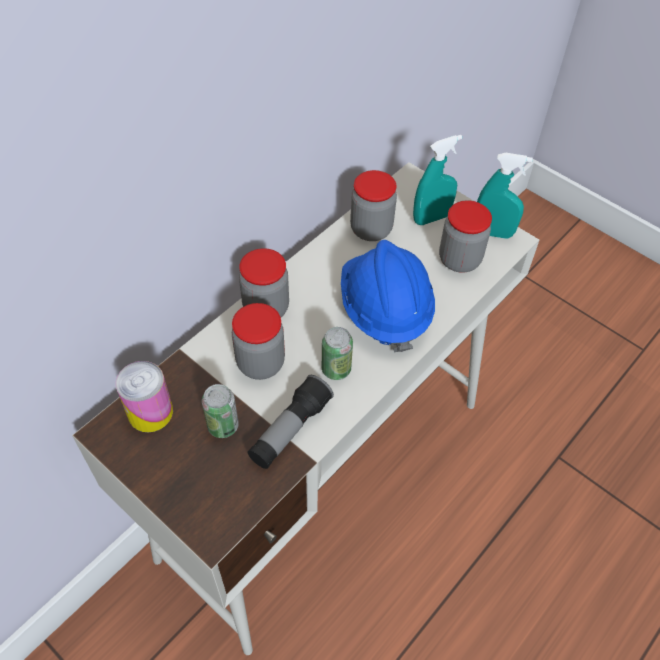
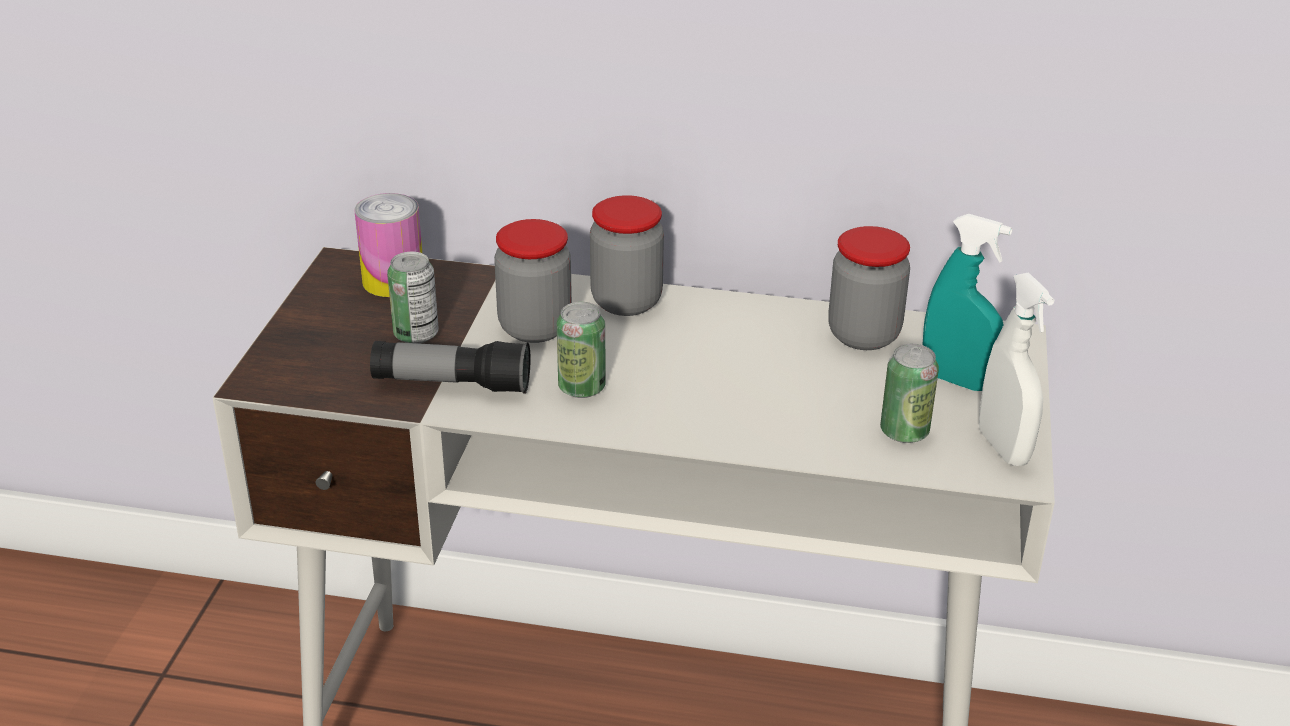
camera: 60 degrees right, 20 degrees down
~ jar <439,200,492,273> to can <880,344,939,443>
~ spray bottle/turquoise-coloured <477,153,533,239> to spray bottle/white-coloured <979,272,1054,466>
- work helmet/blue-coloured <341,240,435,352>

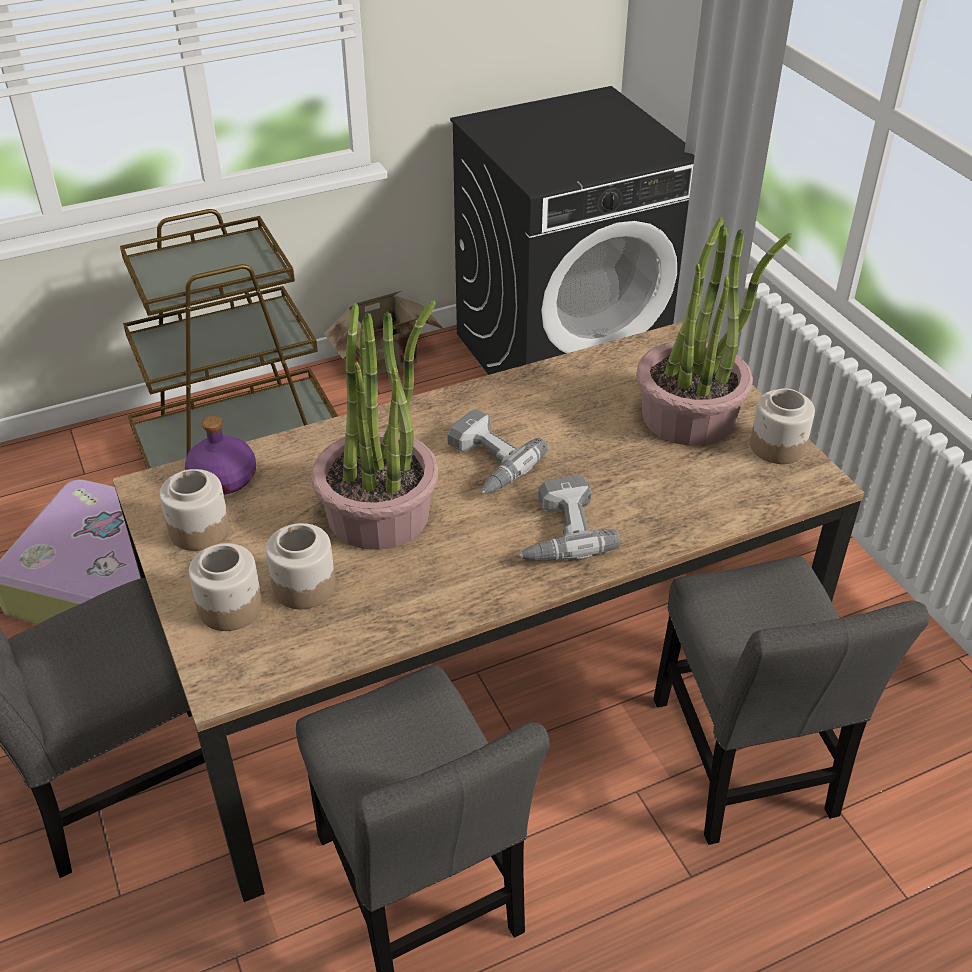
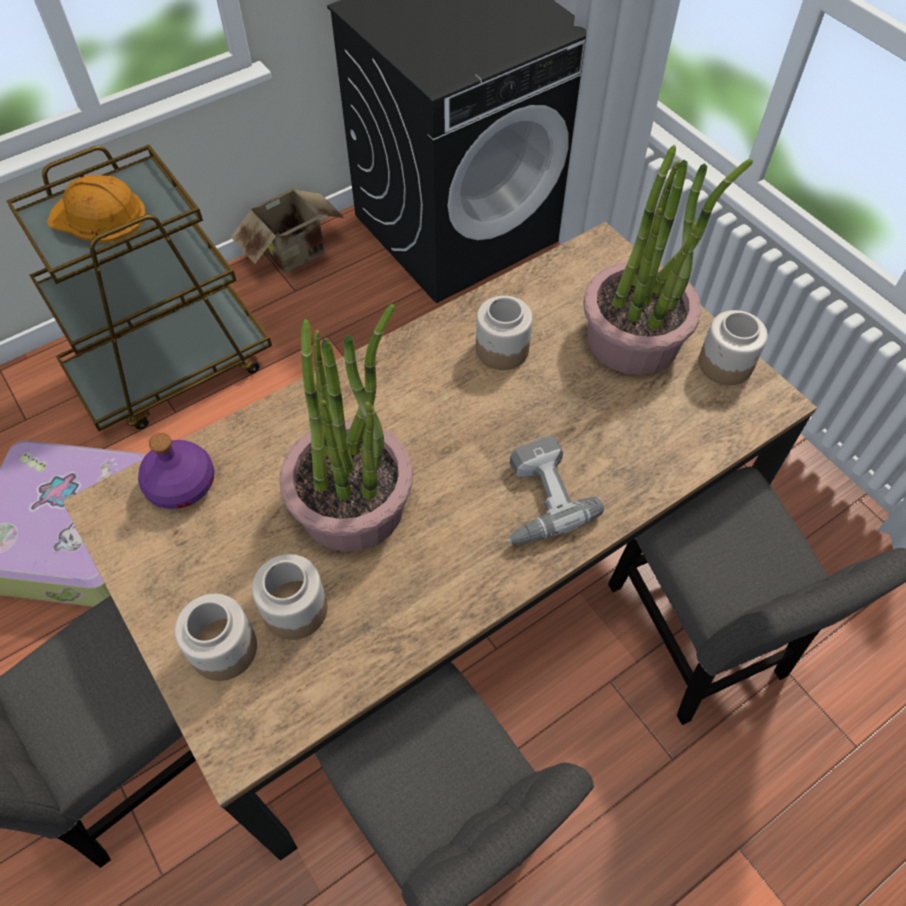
camera: 10 degrees left, 15 degrees up
+ work helmet/orange <47,175,146,243>
~ jar <160,469,229,551> to <476,296,533,370>
- power drill <447,409,547,494>

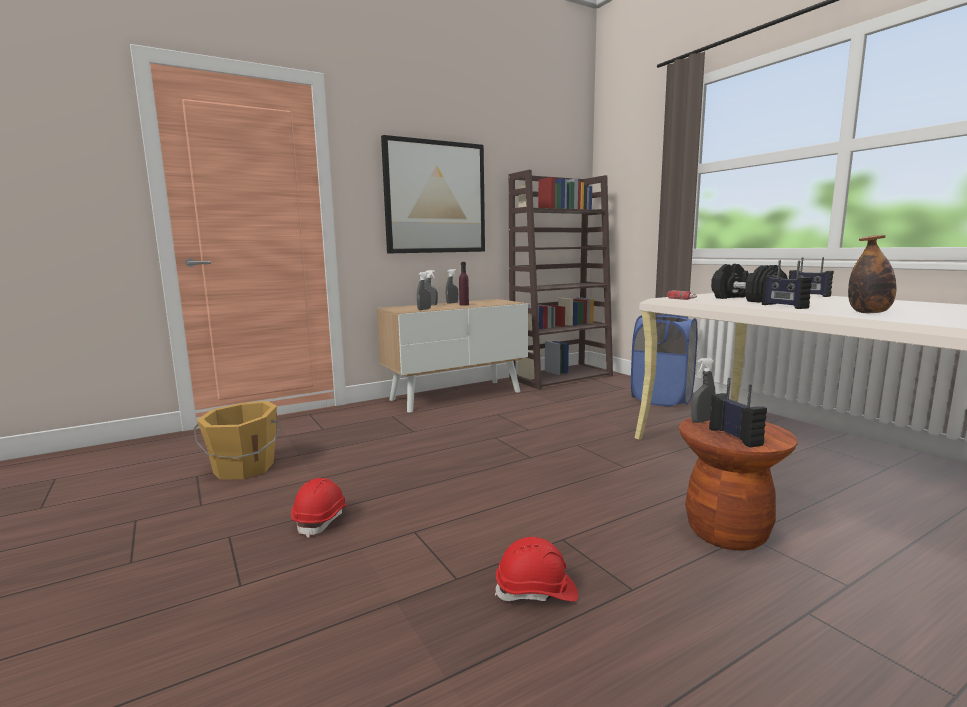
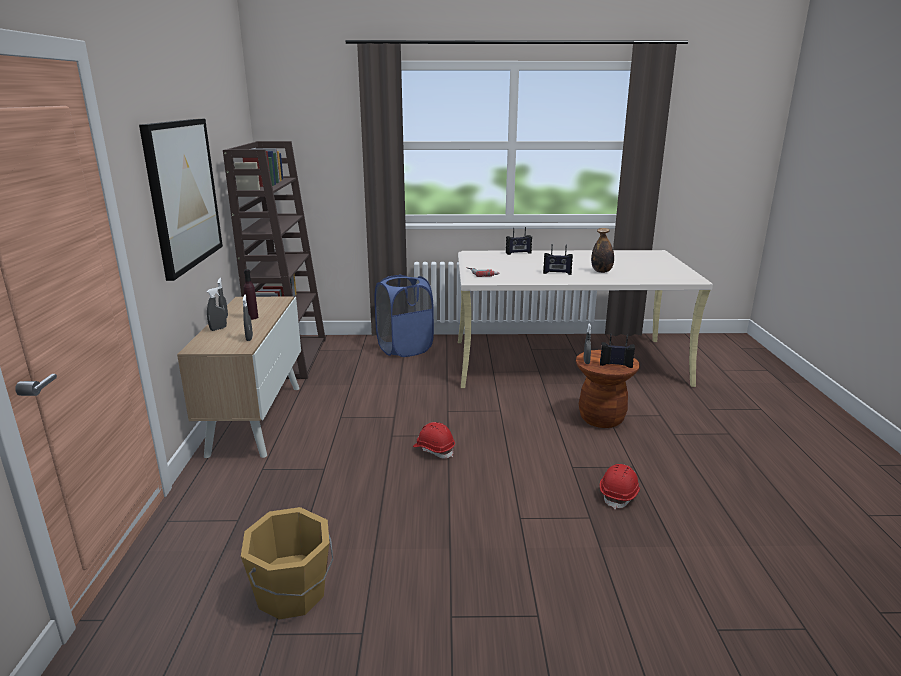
camera: 60 degrees left, 10 degrees up
~ work helmet/reddish <291,478,349,538> to <413,422,455,459>
- hand weight/black <711,264,788,302>

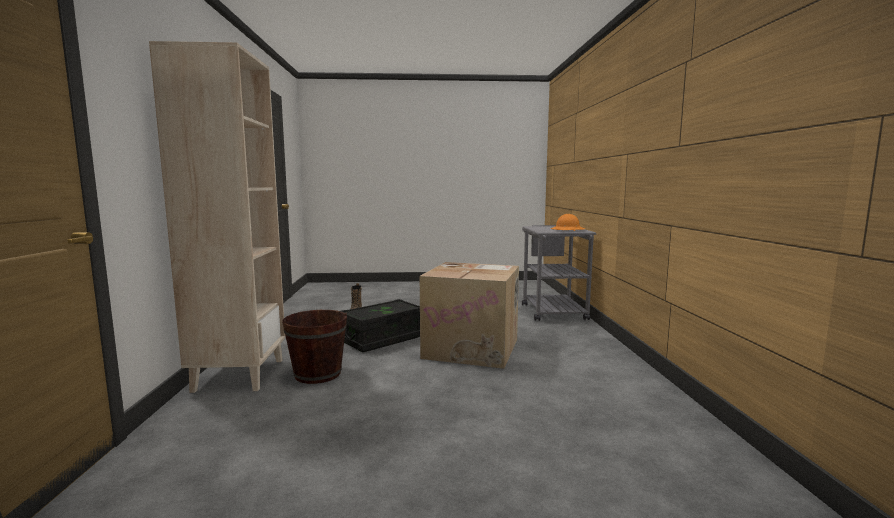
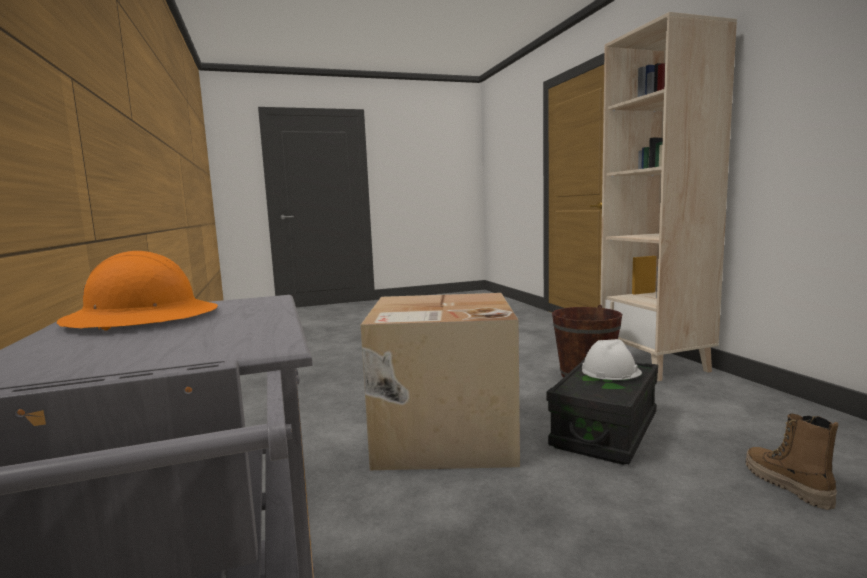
camera: 165 degrees right, 0 degrees up
+ work helmet/white-coloured <582,339,642,380>

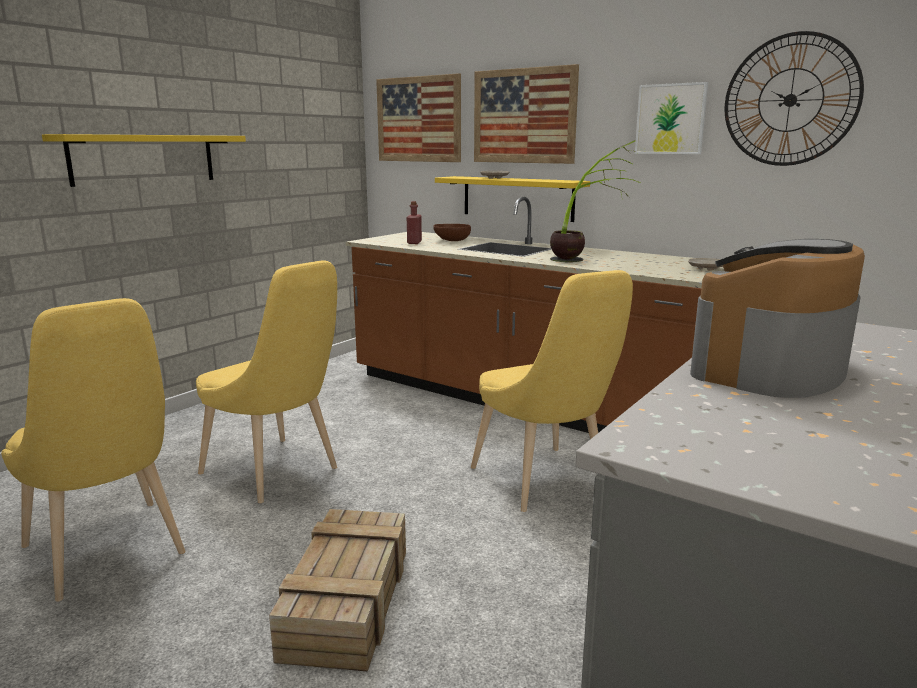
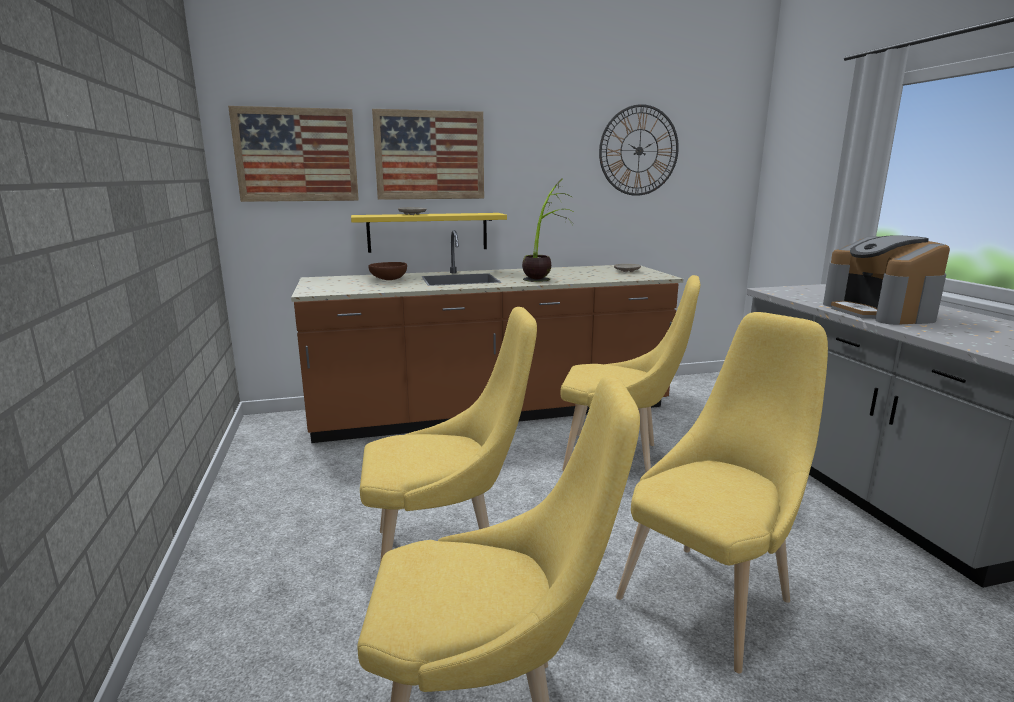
camera: 50 degrees left, 0 degrees up
~ shipping crate <269,509,406,672> to chair/yellowish <616,312,828,673>
- bracket shelf/yellowish <42,134,246,187>
- drink bottle/reddish <407,201,422,244>
- picture <635,82,708,154>

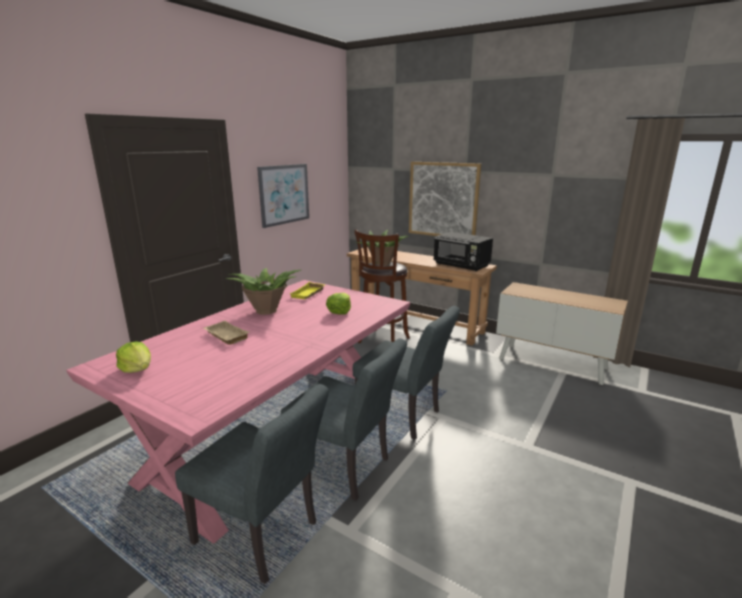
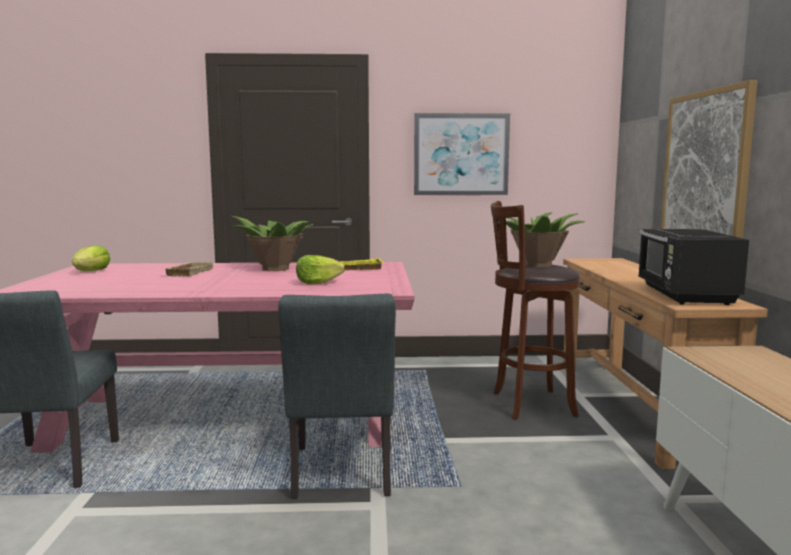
camera: 55 degrees right, 10 degrees down
- chair/greyish <281,338,407,501>

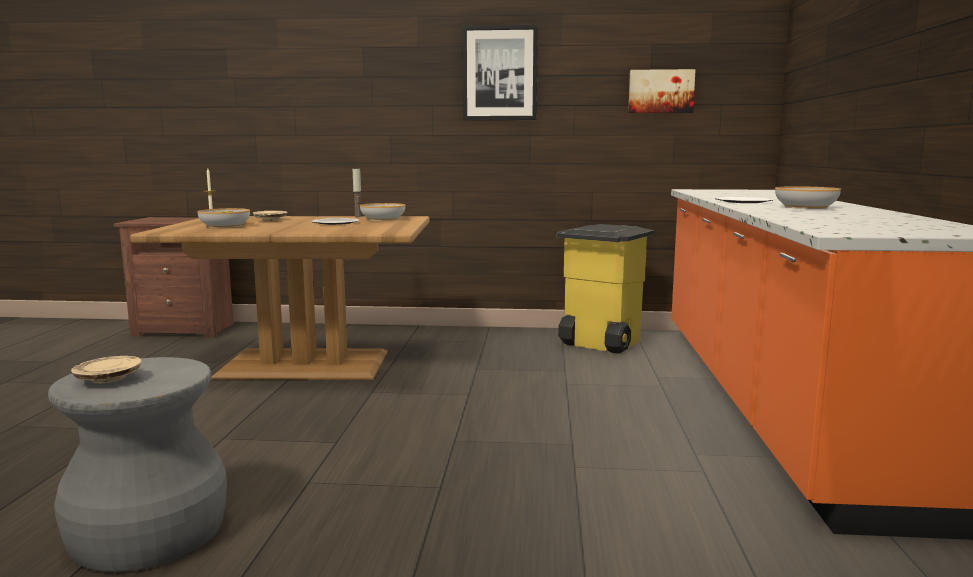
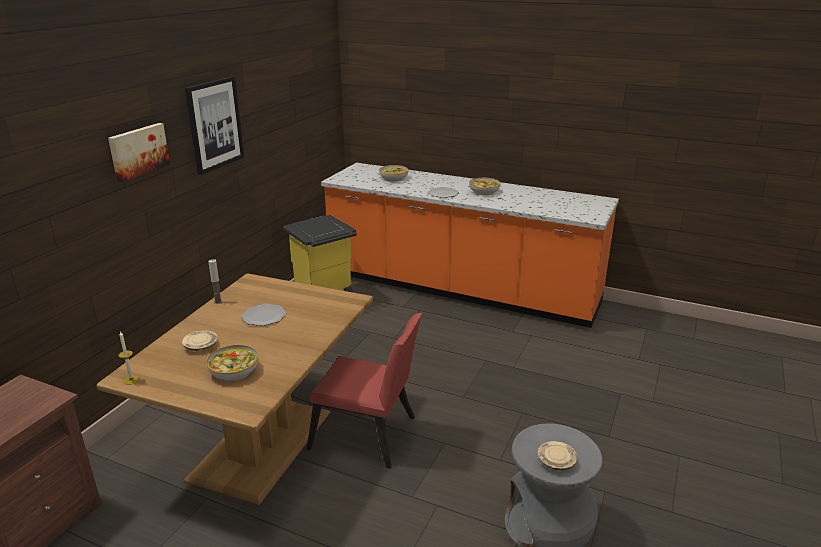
camera: 70 degrees left, 15 degrees up
~ picture <628,69,696,113> to <108,123,170,182>
+ chair/reddish <306,313,422,469>
~ bowl <360,203,405,221> to <379,165,408,182>

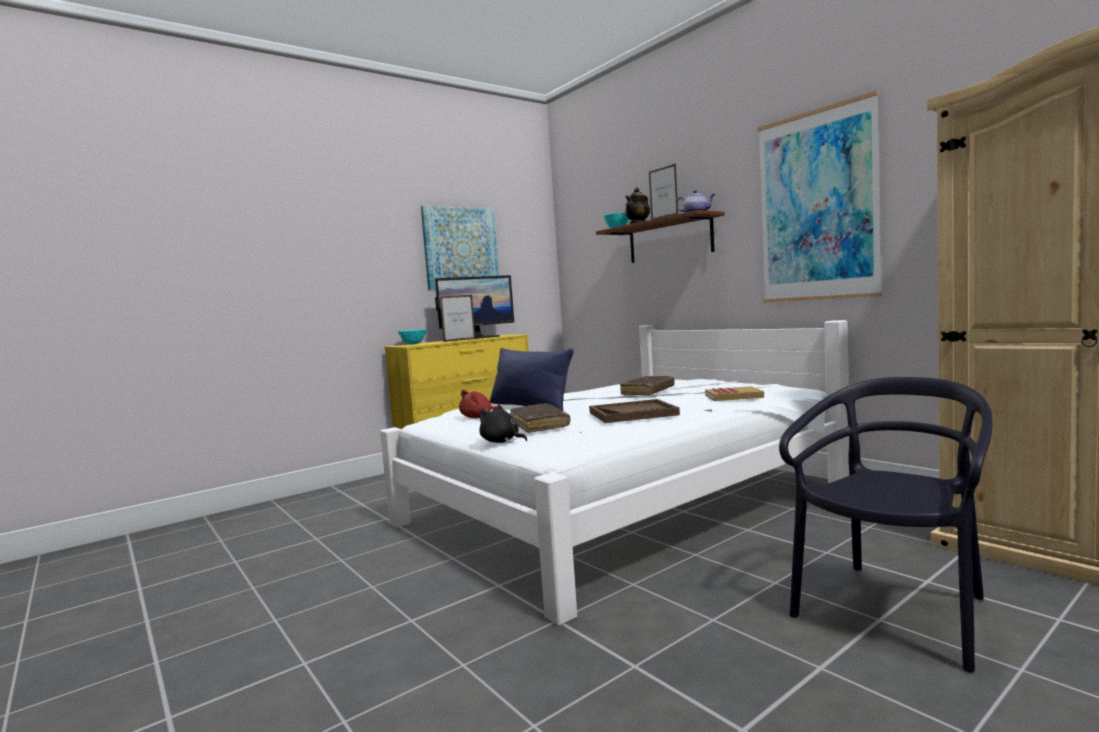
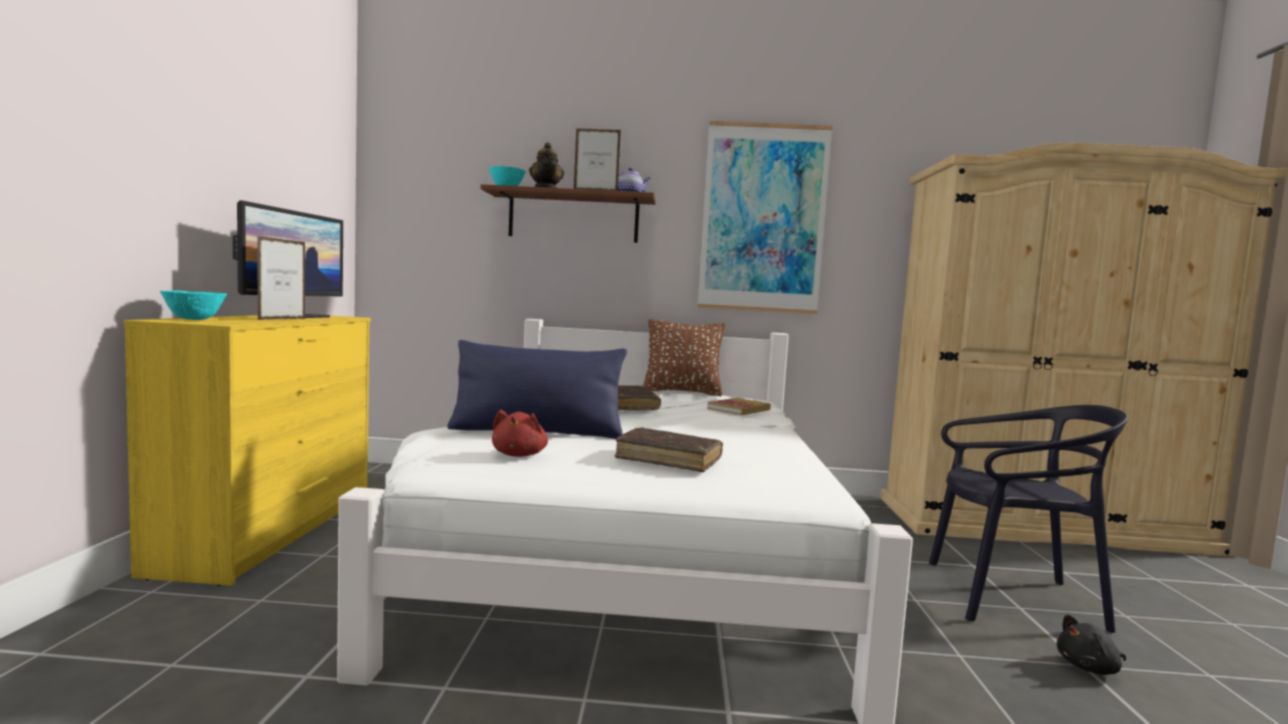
camera: 50 degrees left, 0 degrees up
+ cushion/brown-coloured <643,319,726,396>
~ chair/black <779,377,993,673> = <929,405,1128,633> 105 degrees clockwise
~ plush toy/black <479,404,527,443> to <1057,614,1126,675>
- picture <421,206,499,291>
- serving tray/brown-coloured <589,399,680,423>

